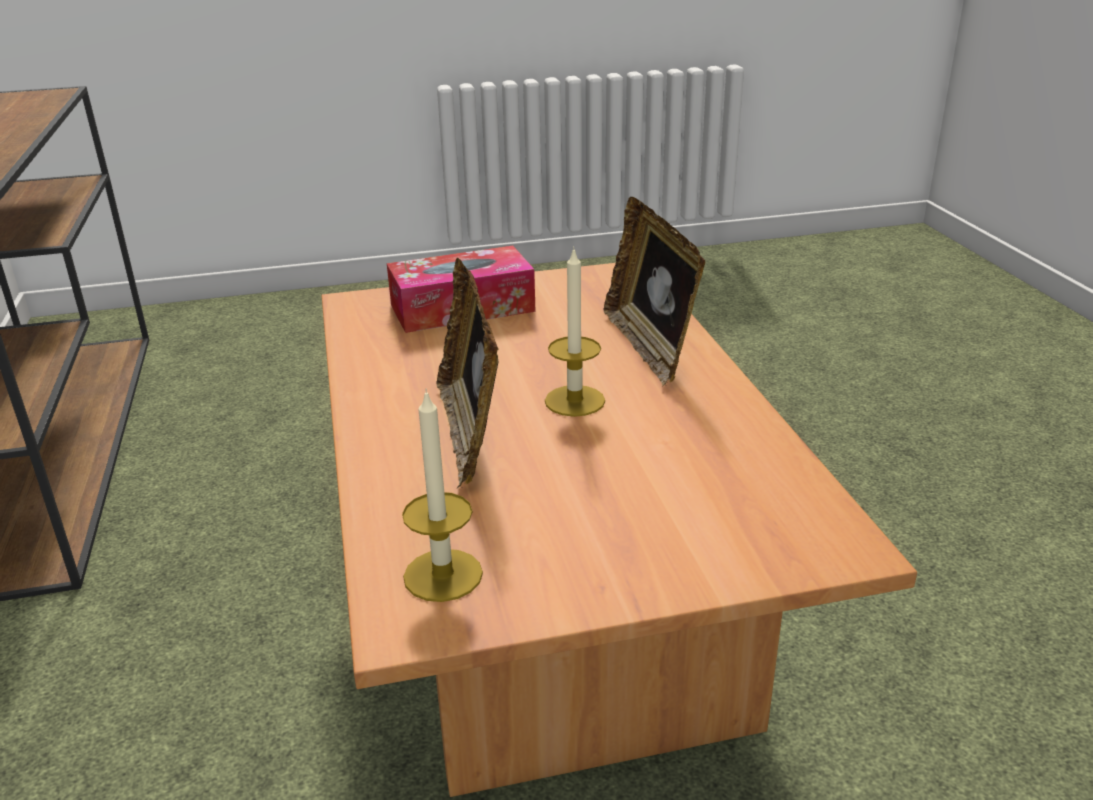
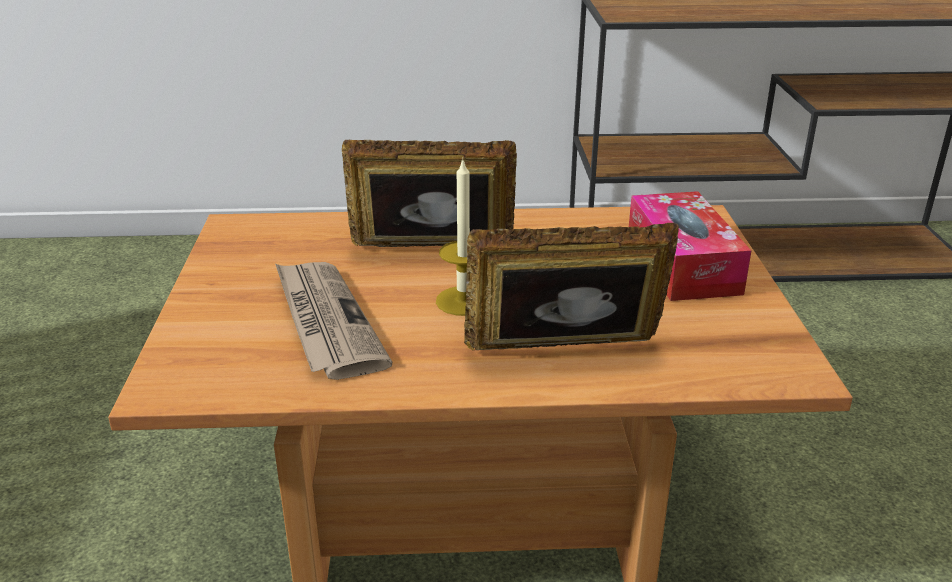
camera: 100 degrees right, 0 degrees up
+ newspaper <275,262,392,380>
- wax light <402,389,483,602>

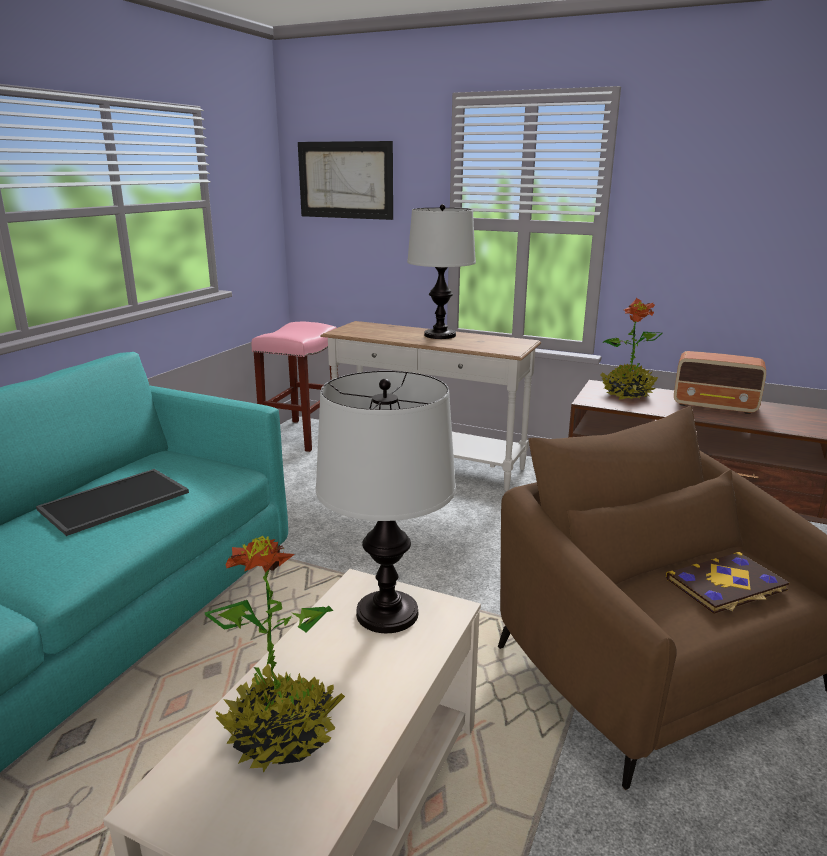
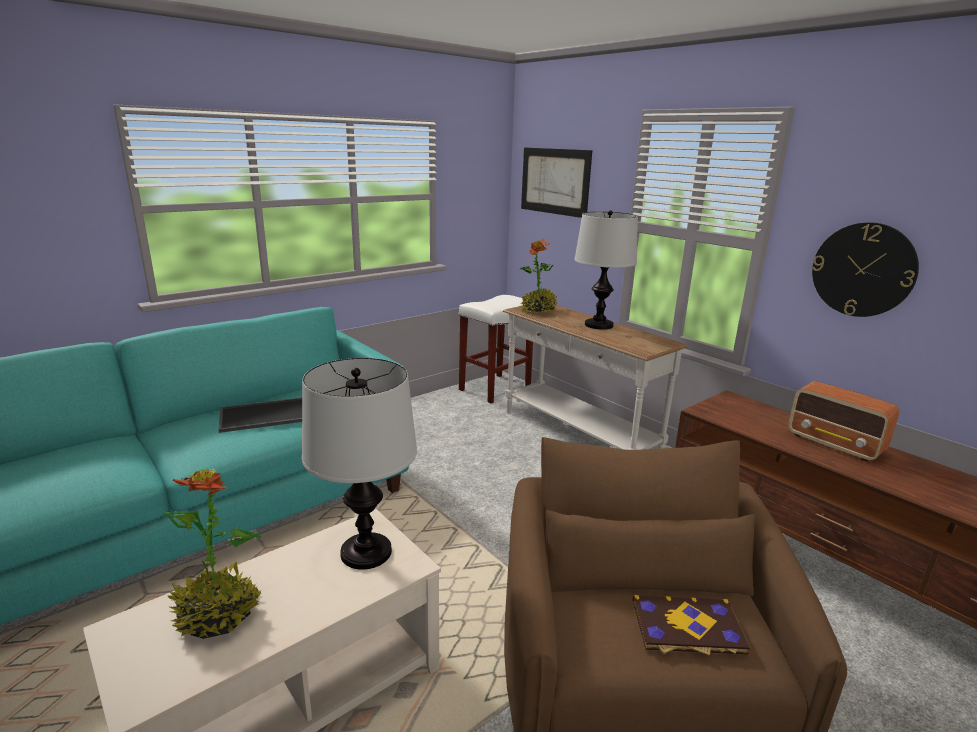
camera: 25 degrees right, 0 degrees up
~ sitting stool/pink-coloured <251,322,338,452> to sitting stool/white-coloured <459,295,533,403>
~ potted plant <600,298,662,400> to <519,238,557,313>
+ wall clock <812,222,919,317>

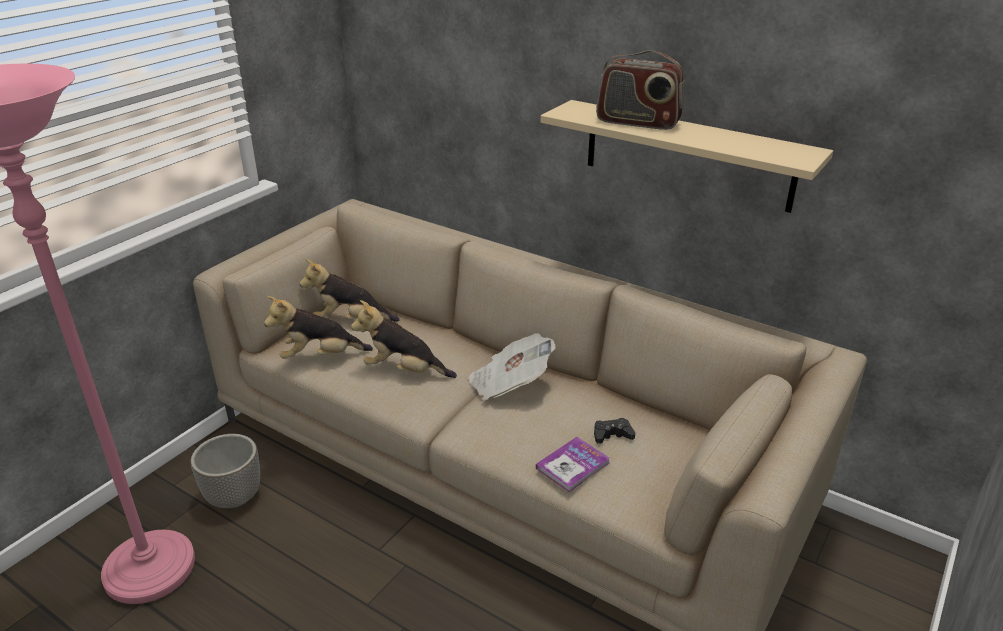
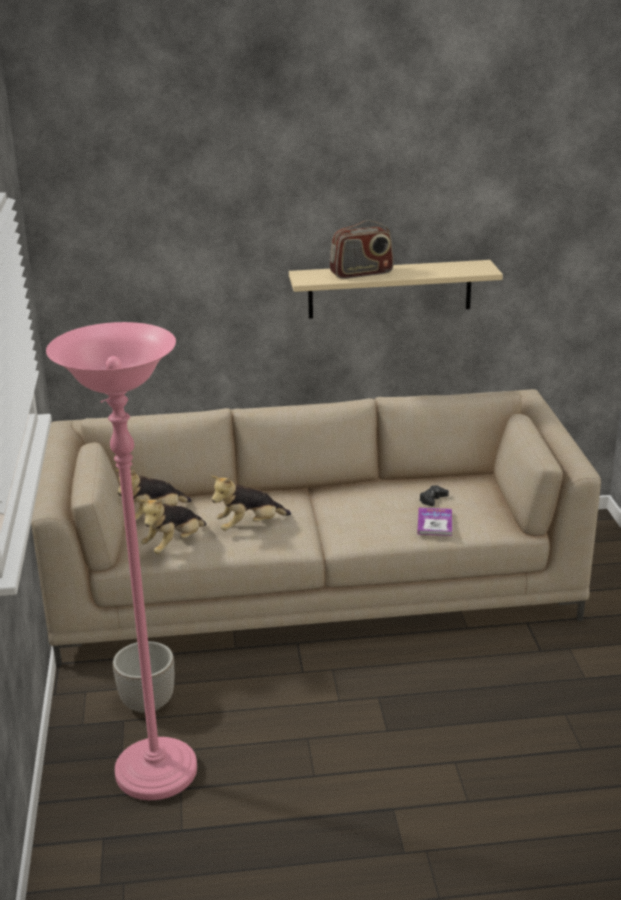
camera: 40 degrees left, 5 degrees down
- newspaper <468,333,556,401>

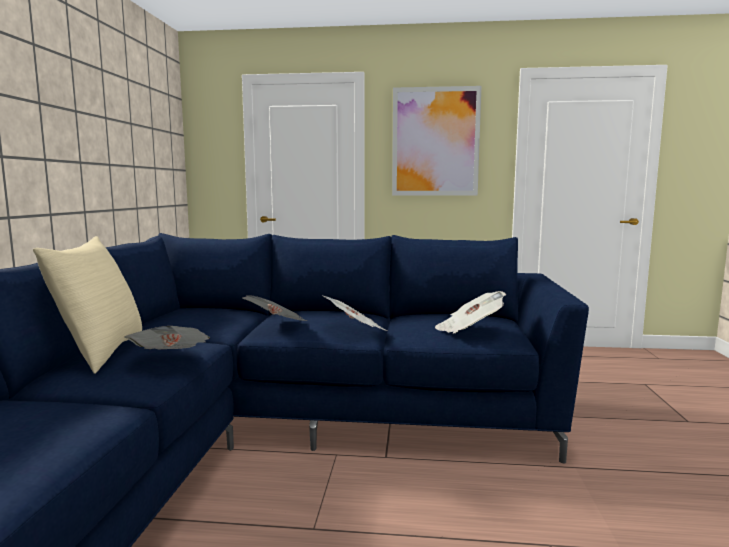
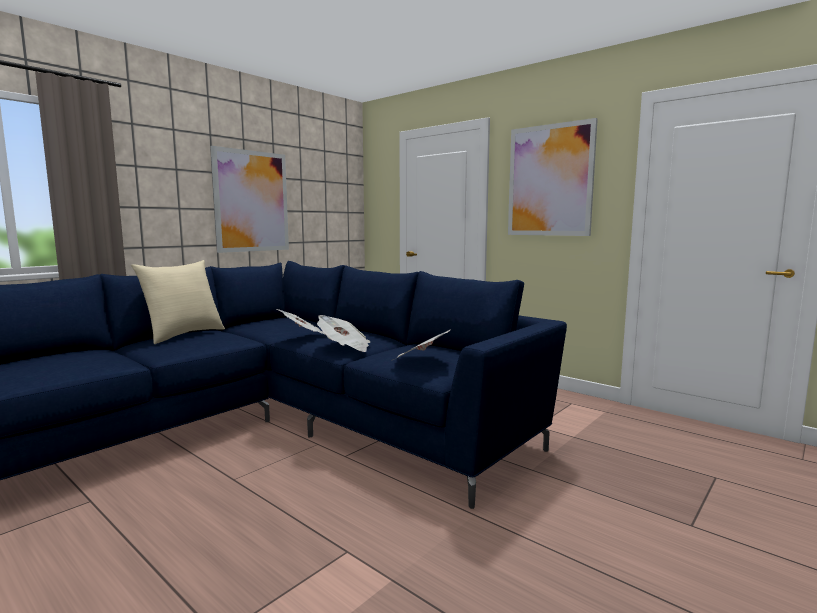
camera: 35 degrees right, 0 degrees up
+ picture <210,146,289,253>
- newspaper <124,326,210,350>

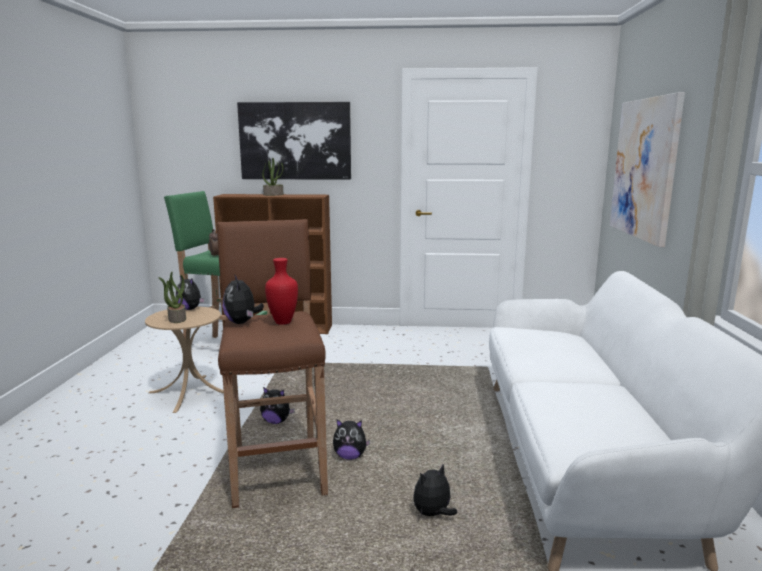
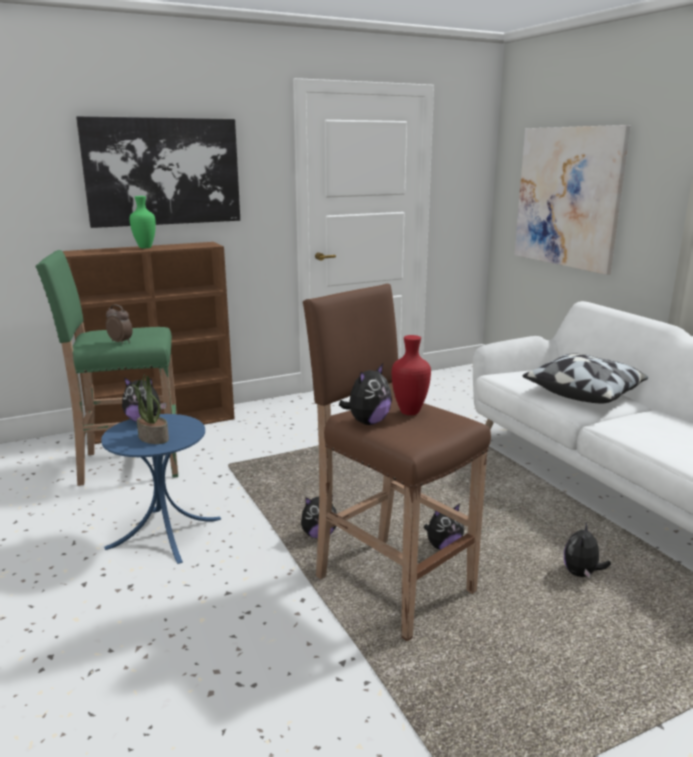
camera: 30 degrees left, 5 degrees up
~ side table/sand-coloured <145,307,224,413> to side table/blue-coloured <101,414,221,564>
~ potted plant <262,158,283,196> to flower vase/green-coloured <129,196,156,248>
~ plush toy <222,274,264,324> = <339,364,392,425> 90 degrees counterclockwise
+ cushion <523,354,648,404>

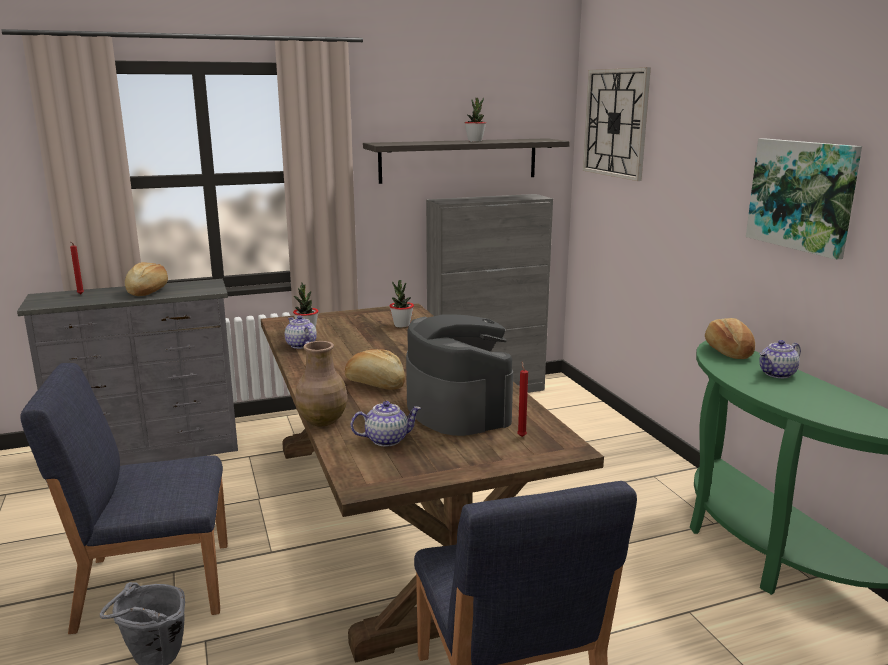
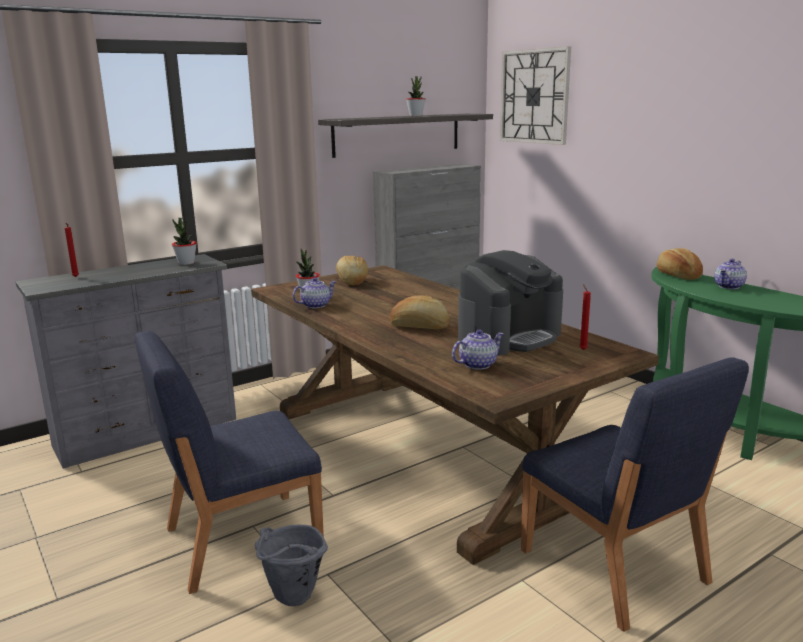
camera: 15 degrees left, 0 degrees up
~ potted plant <390,280,414,328> to <172,218,197,265>
~ teapot <285,316,317,349> = <293,277,337,308> 105 degrees clockwise
~ bakery bread <125,262,168,296> to <336,256,368,285>
~ coffee brewer <406,315,513,436> = <458,250,563,355> 90 degrees clockwise
- flower vase/brown-coloured <295,341,348,426>
- picture <746,138,862,260>

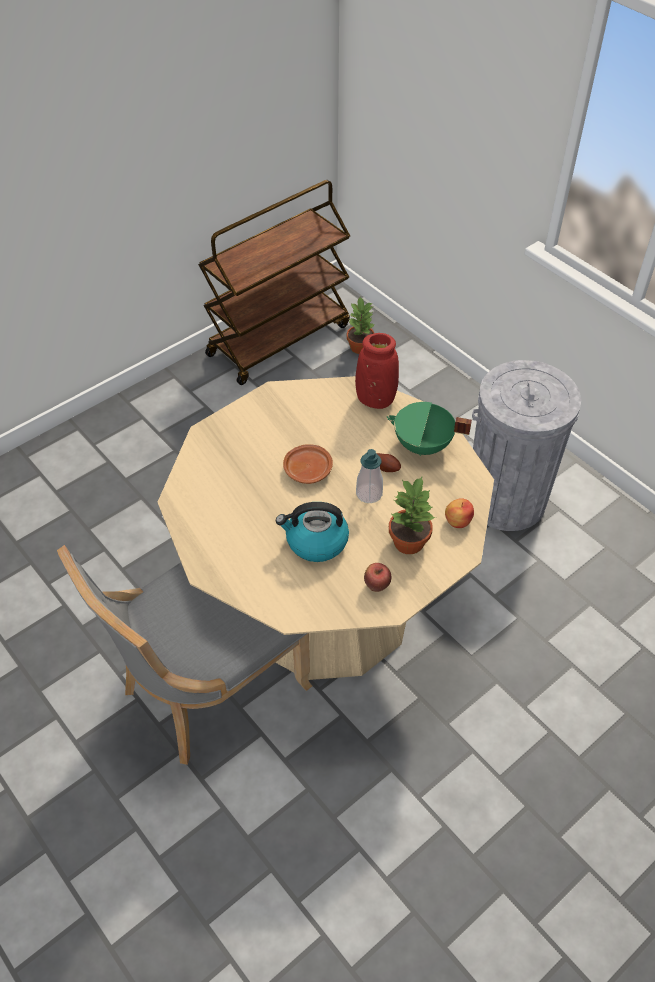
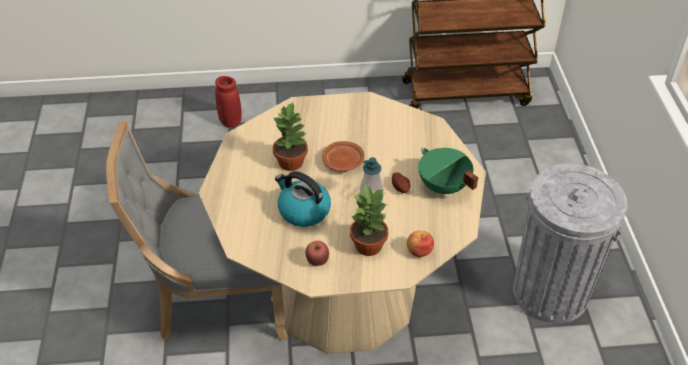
camera: 35 degrees right, 5 degrees down
~ flower vase/reddish <355,333,399,409> to <215,76,242,127>
~ potted plant <347,297,375,354> to <272,102,308,171>

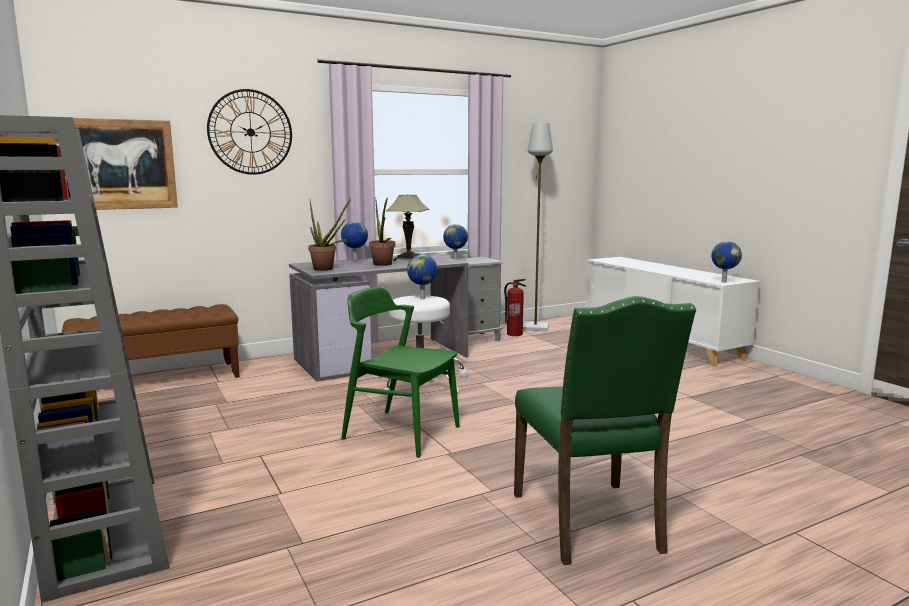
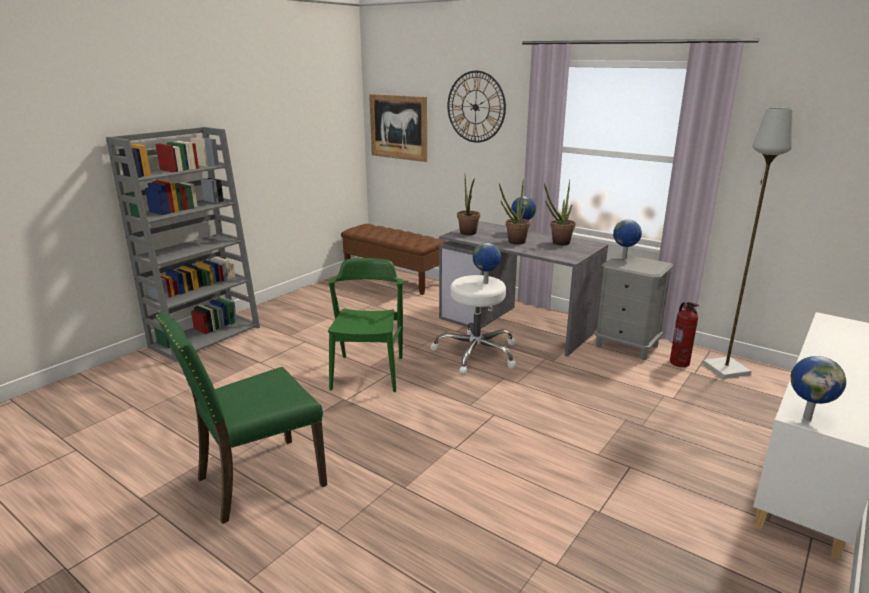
camera: 65 degrees right, 10 degrees up
~ table lamp <386,194,430,261> to potted plant <544,180,576,245>

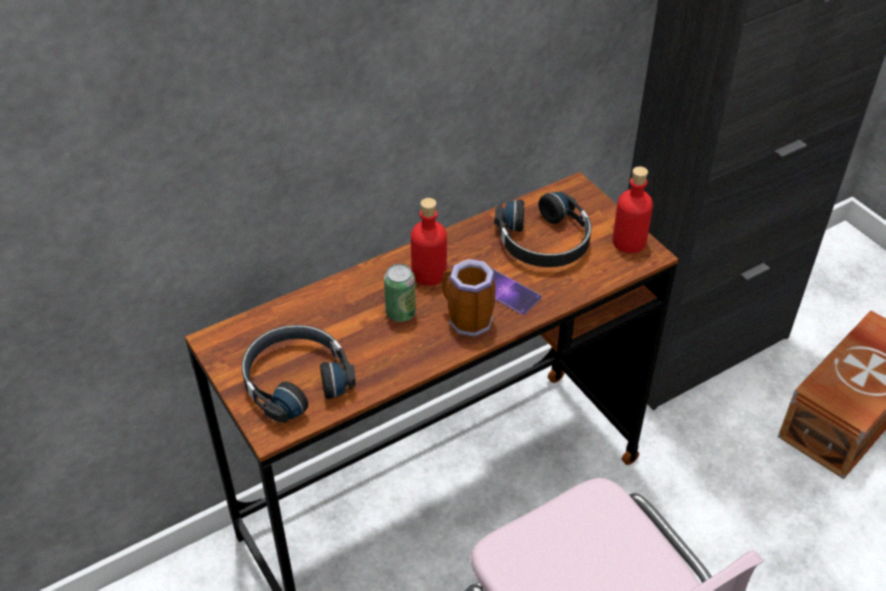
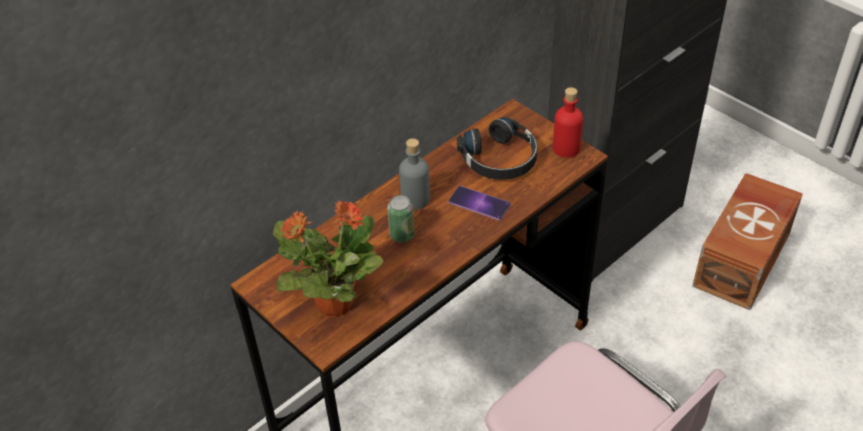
camera: 10 degrees left, 0 degrees up
~ headset/black <242,325,356,423> to potted plant <272,201,384,317>
~ drink bottle/reddish <411,198,447,286> to drink bottle/greyish <399,138,430,210>
- coffee mug <442,259,496,337>

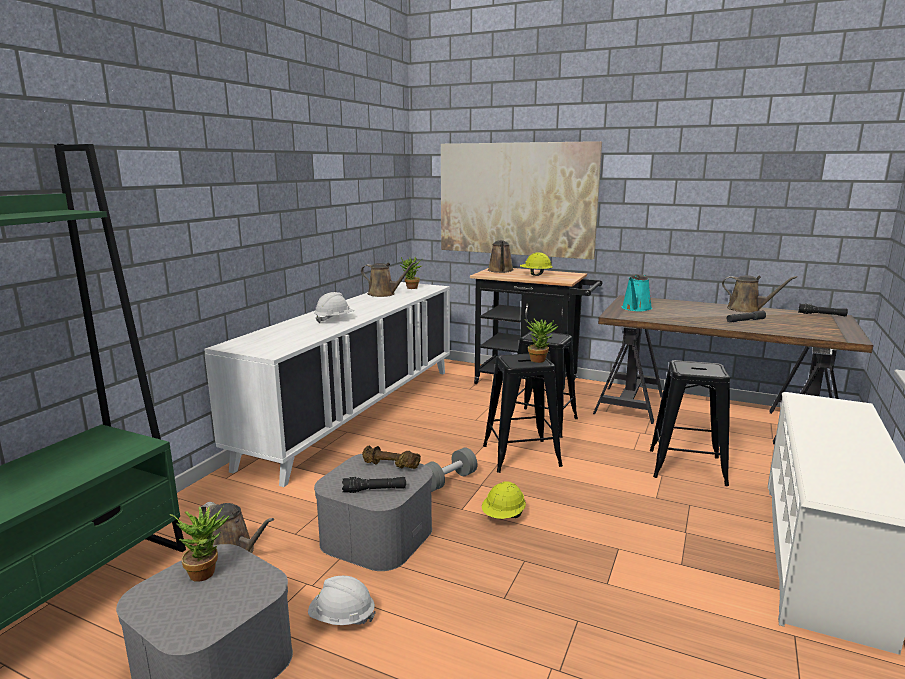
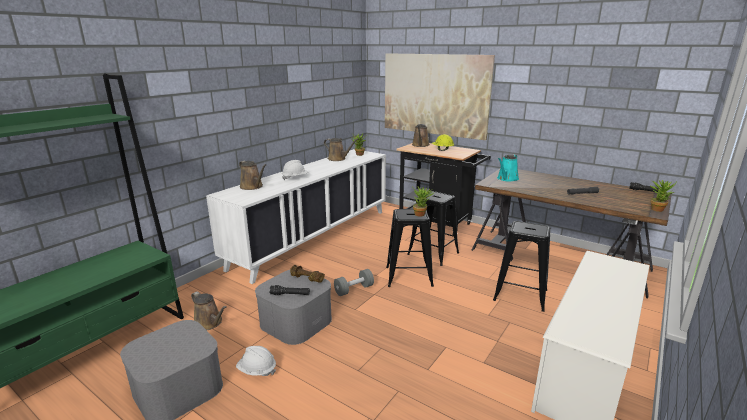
camera: 10 degrees right, 5 degrees up
~ watering can/brown-coloured <722,275,797,313> to <239,161,266,190>
~ potted plant <170,506,230,582> to <649,180,677,212>
- work helmet/yellowish <482,481,526,519>

